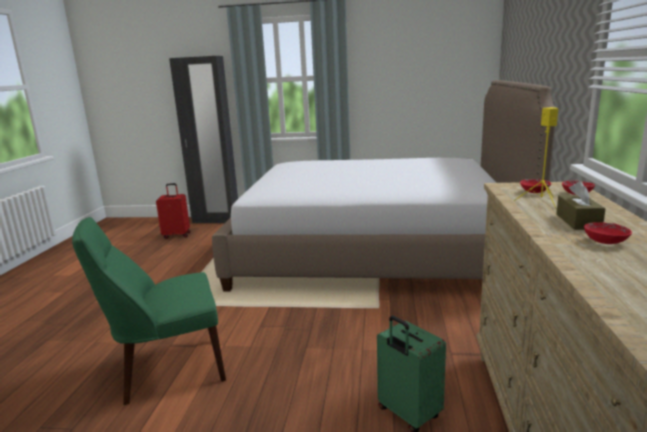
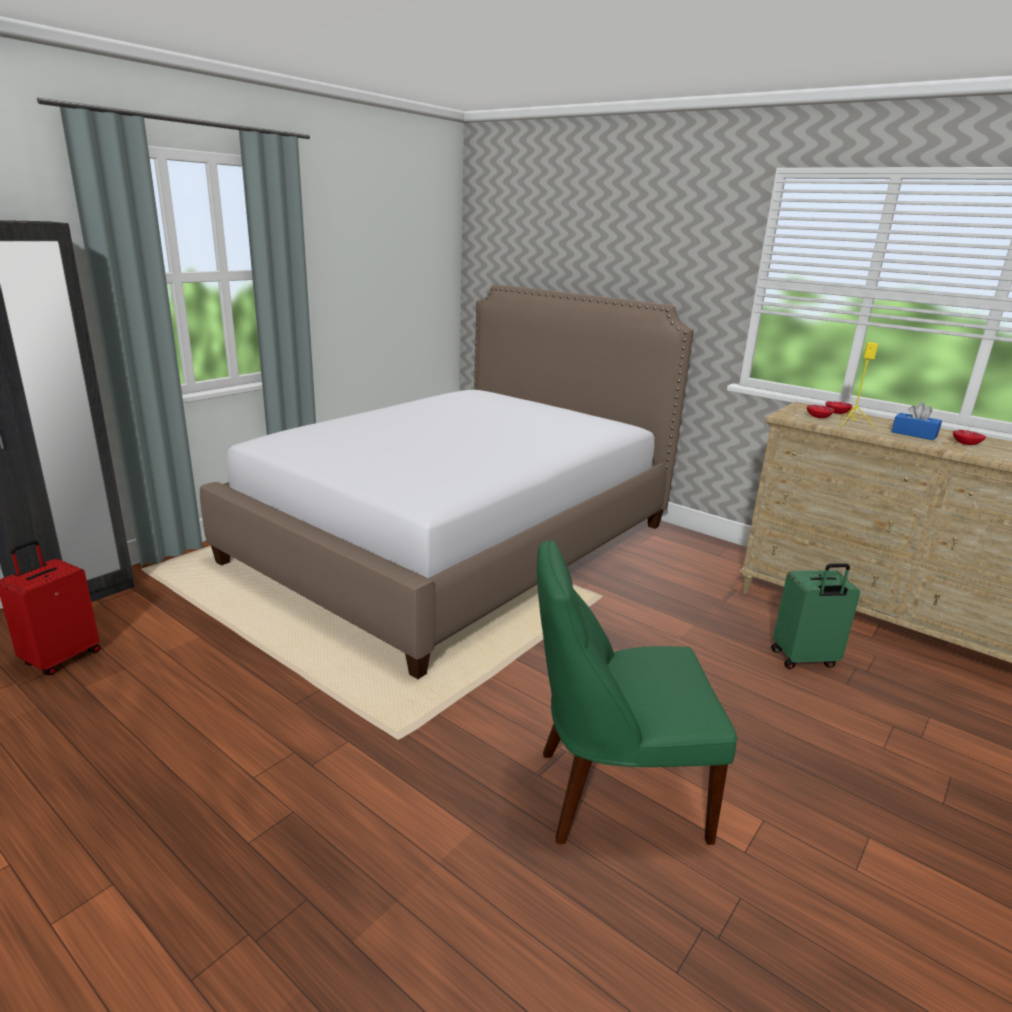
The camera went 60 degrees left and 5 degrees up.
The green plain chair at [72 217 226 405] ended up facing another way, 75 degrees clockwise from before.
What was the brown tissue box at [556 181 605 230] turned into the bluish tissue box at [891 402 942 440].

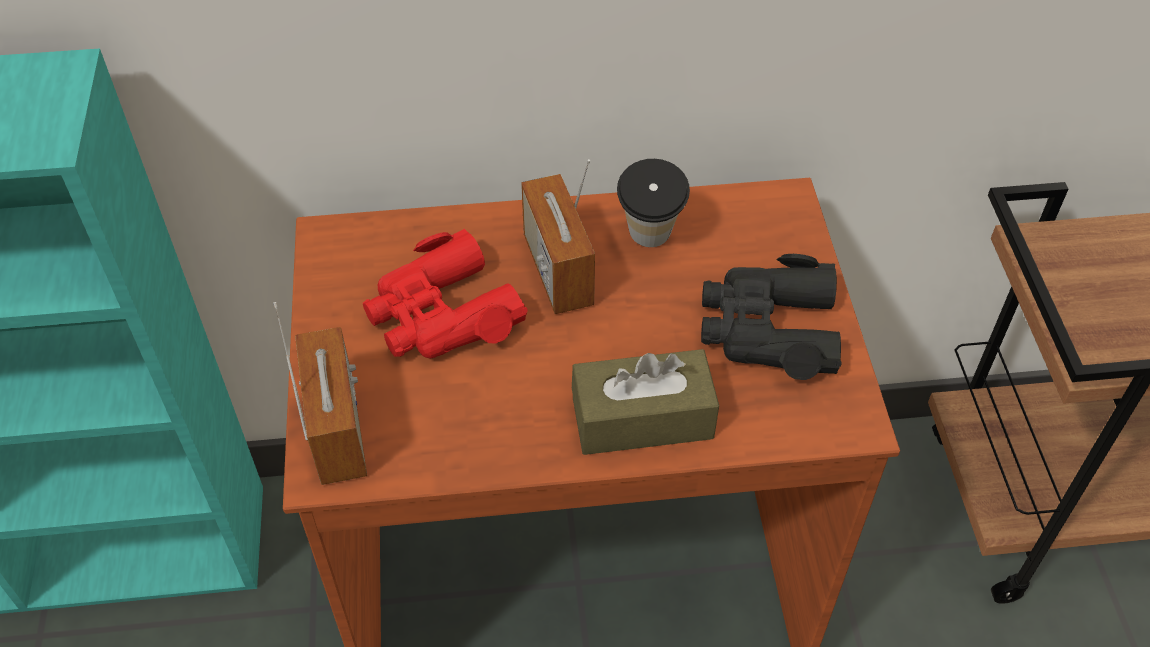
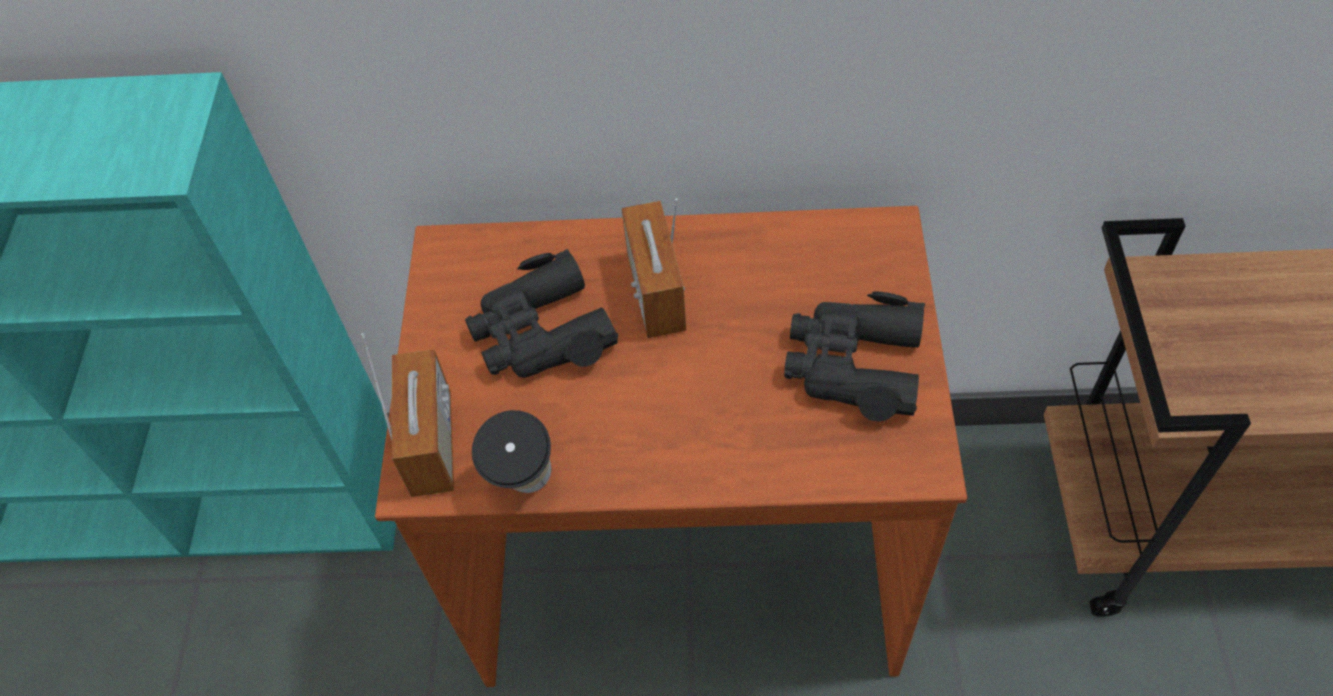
The camera went 10 degrees right and 5 degrees up.
What was the reddish pair of binoculars at [363 229 528 359] turned into the black-coloured pair of binoculars at [465 249 618 378].
The cup ended up elsewhere, having gone from [617 159 690 247] to [472 410 551 493].
The second view lost the brown tissue box at [572 349 719 455].

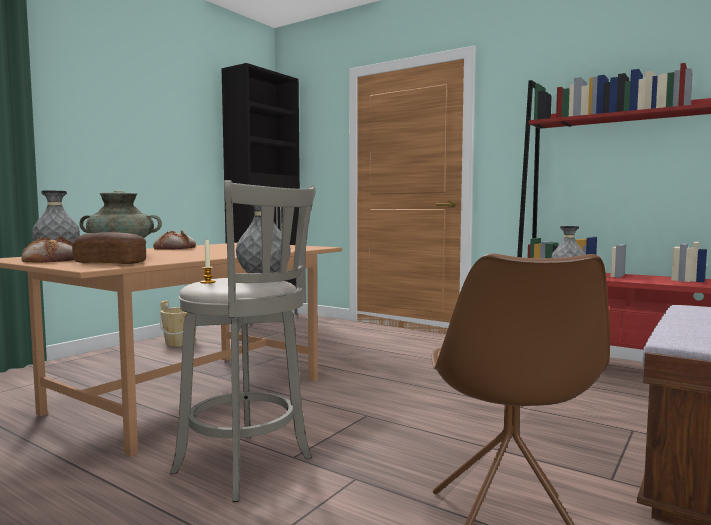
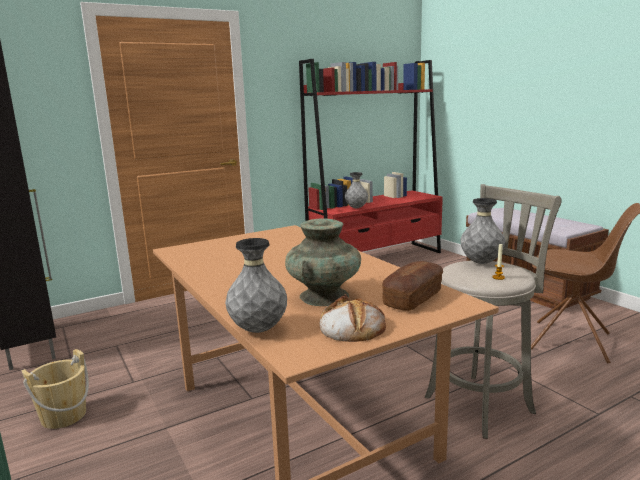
The camera went 65 degrees left and 10 degrees up.
The second view lost the baked bread at [153 230 196 250].

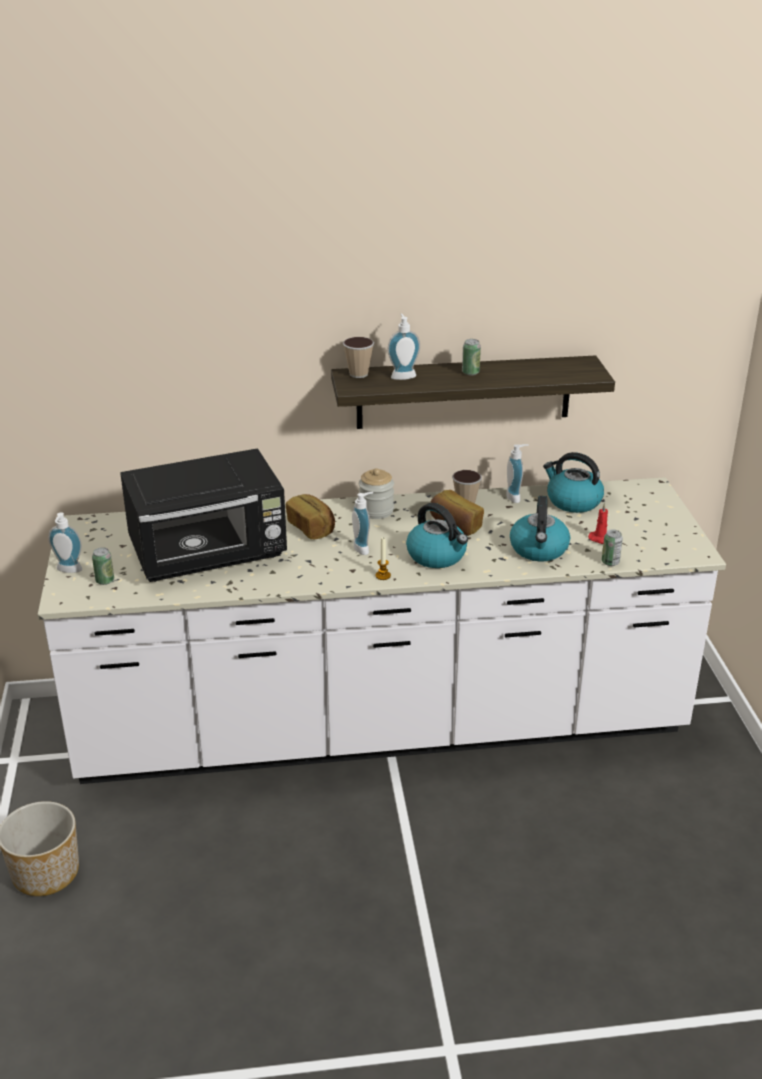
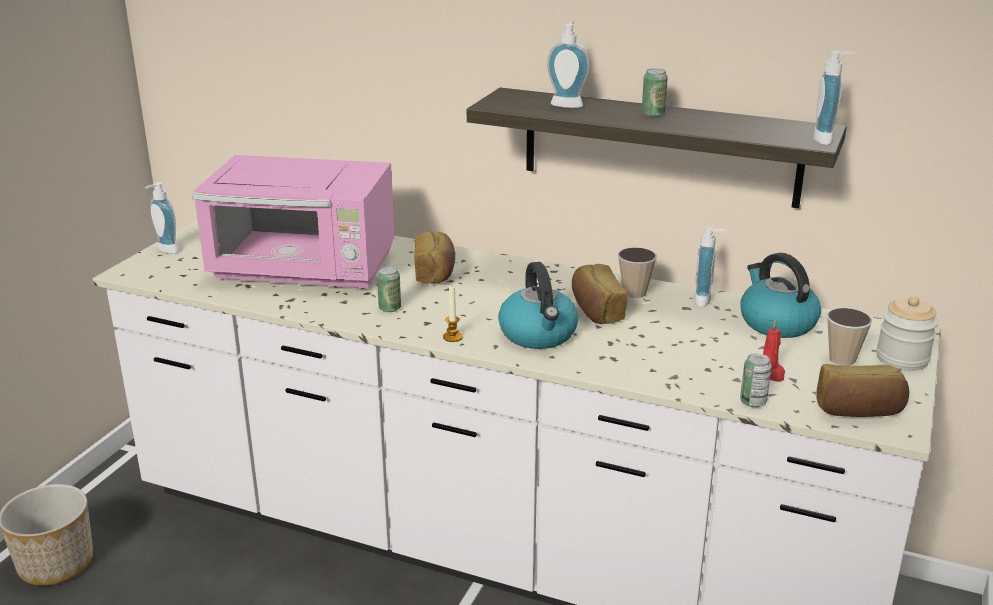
The camera went 30 degrees right and 5 degrees down.
What was the black-coloured kitchen microwave at [120 448 287 582] turned into the pink kitchen microwave at [192 155 395 289].
The sealed can ended up elsewhere, having gone from [92 547 114 585] to [377 266 401 312].
The soap bottle ended up elsewhere, having gone from [352 492 373 555] to [813 51 855 145].
The second view gained the baked bread at [816 364 909 417].
The cup ended up elsewhere, having gone from [343 337 374 378] to [827 308 872 366].
The jar ended up elsewhere, having gone from [359 468 394 519] to [876 296 938 371].
The second view lost the kettle at [510 496 570 561].

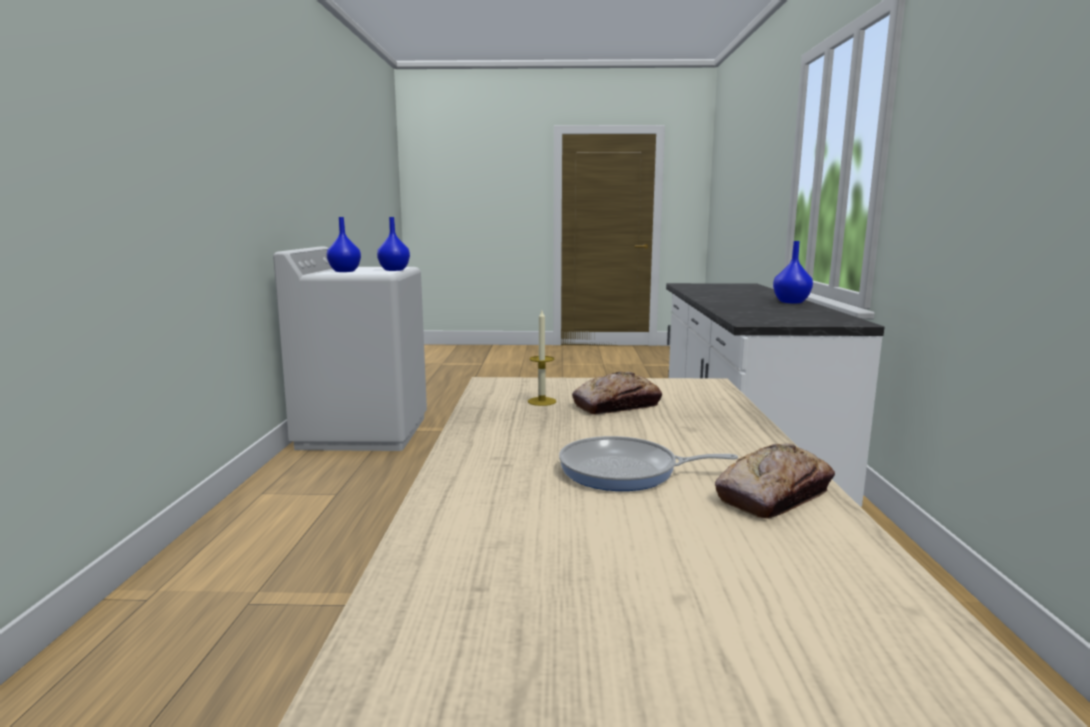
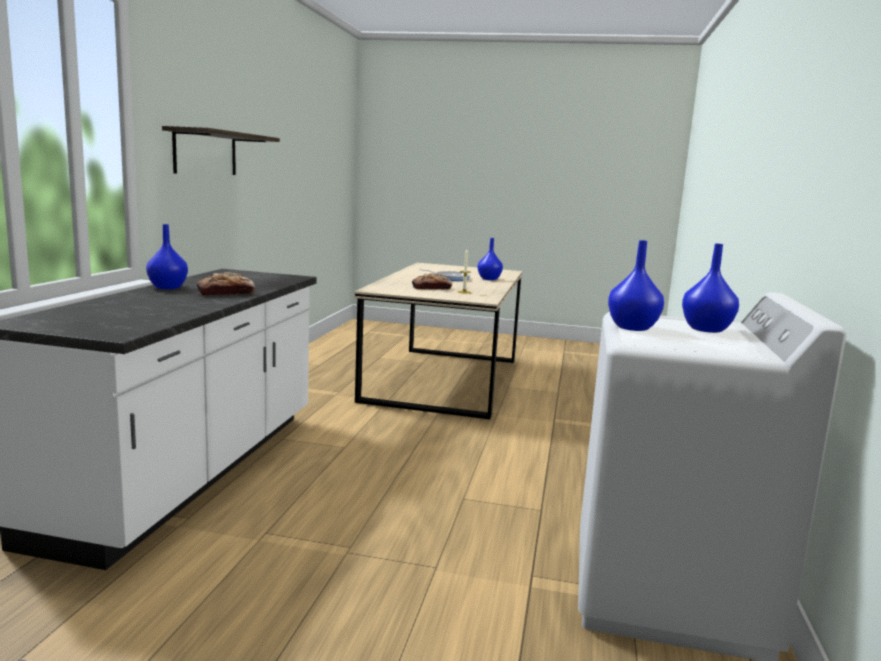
The camera went 170 degrees left and 0 degrees up.
The second view gained the shelf at [162 126 280 175].
The baked bread ended up elsewhere, having gone from [715 443 835 519] to [197 272 255 296].
The second view gained the bluish decorative vase at [478 238 503 280].

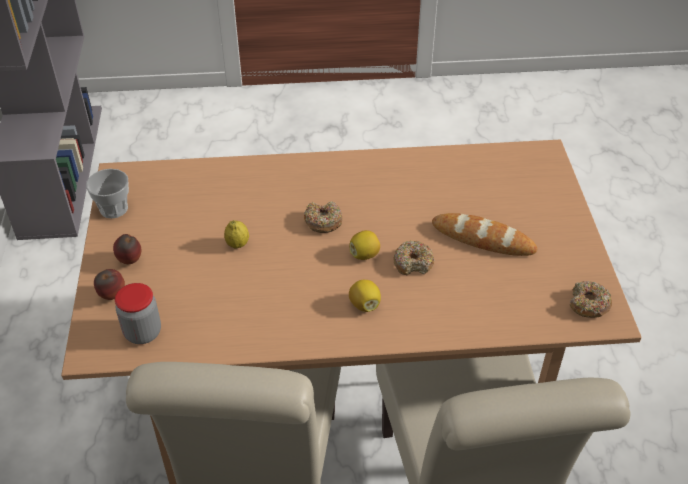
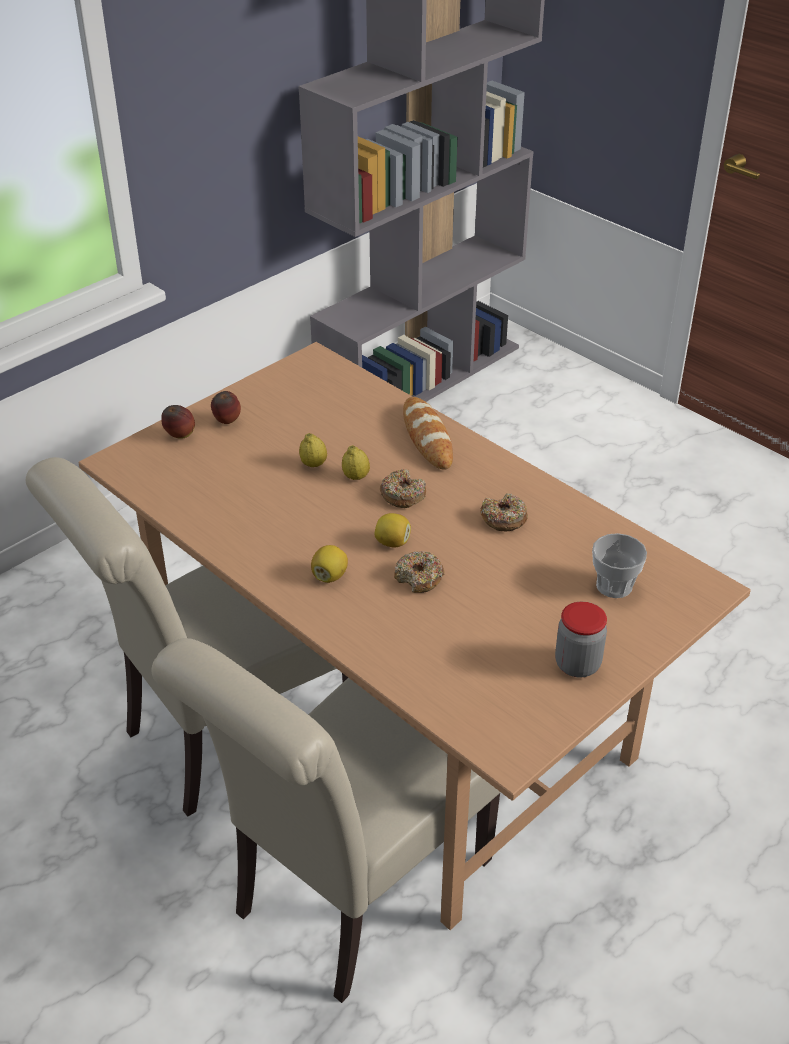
The camera went 50 degrees right and 5 degrees down.
The second view gained the lemon at [342 445 370 480].
The baked bread ended up elsewhere, having gone from [432 213 537 256] to [403 397 453 470].
The ring doughnut ended up elsewhere, having gone from [569 281 612 318] to [480 493 528 531].
The jar ended up elsewhere, having gone from [115 283 161 344] to [555 602 607 677].
The cup ended up elsewhere, having gone from [86 169 129 218] to [592 533 647 598].

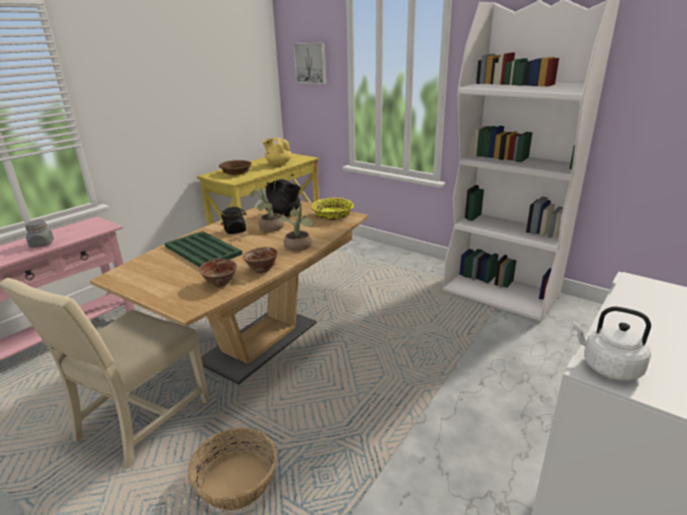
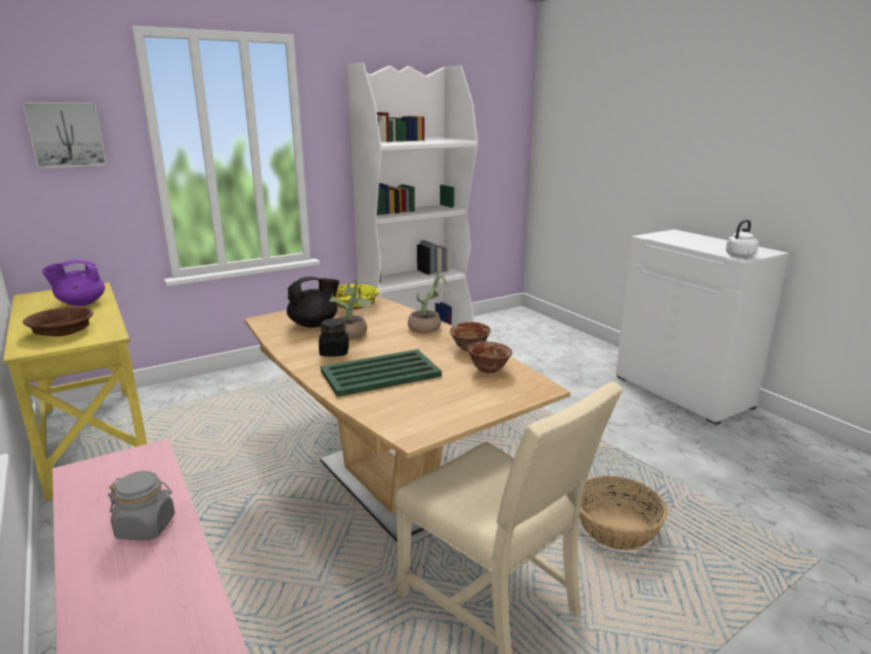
The camera went 70 degrees left and 5 degrees down.
What was the yellowish pot for tea at [262 138 292 165] turned into the purple-coloured pot for tea at [42 259 105 306].

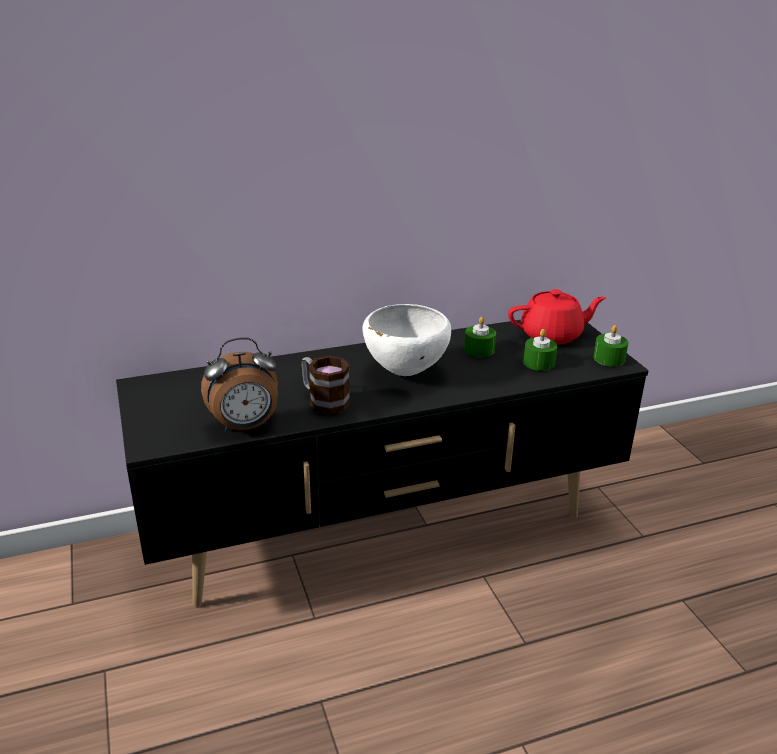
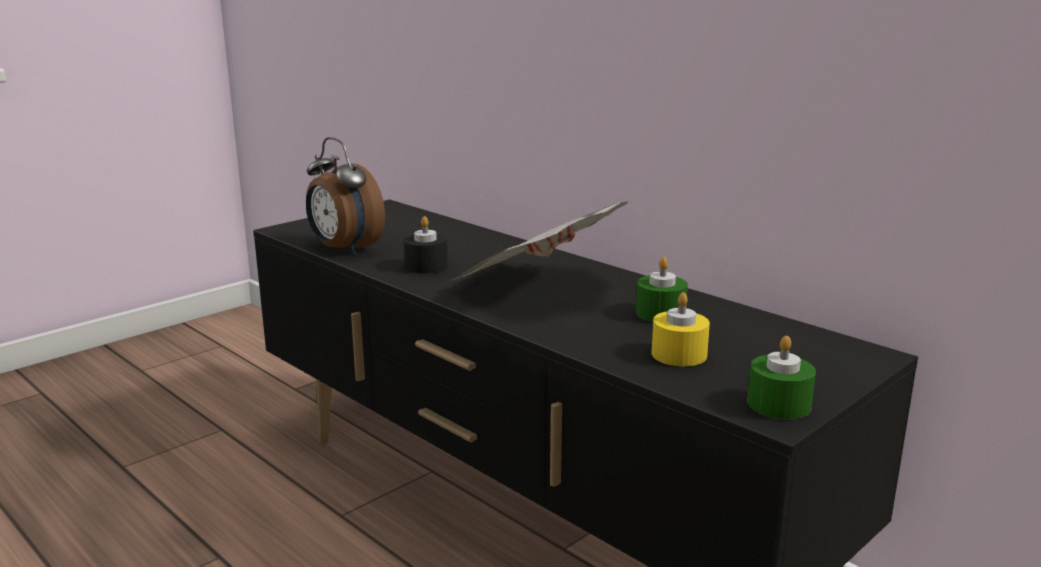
The camera went 65 degrees right and 10 degrees down.
Where the tea mug stood at [301 356 350 415], the black-coloured candle came to stand at [404 216 448 273].
Where the white bowl stood at [362 304 451 376], the printed paper came to stand at [452 201 628 280].
What was the green candle at [523 329 558 371] turned into the yellowish candle at [652 292 710 366].
The second view lost the reddish pot for tea at [508 289 606 345].

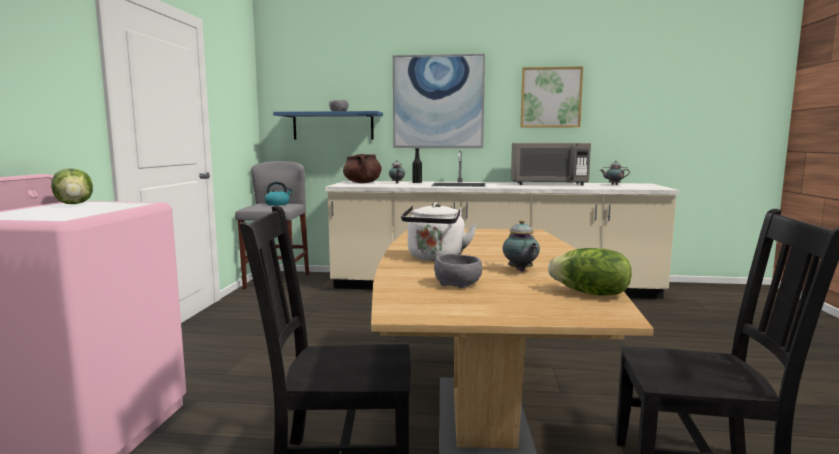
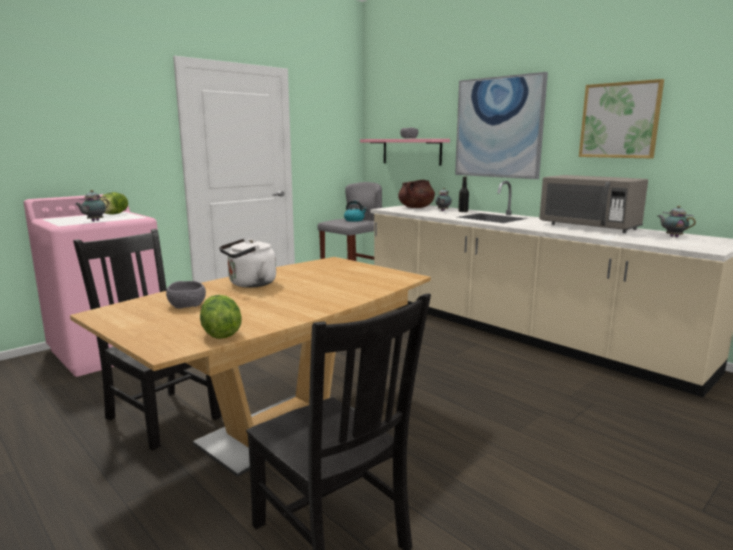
The camera went 40 degrees right and 5 degrees up.
The pot for tea ended up elsewhere, having gone from [503 220 540 272] to [75 190 109 222].
What was the bluish shelf at [273 111 383 140] turned into the pink shelf at [360 139 450 165].

